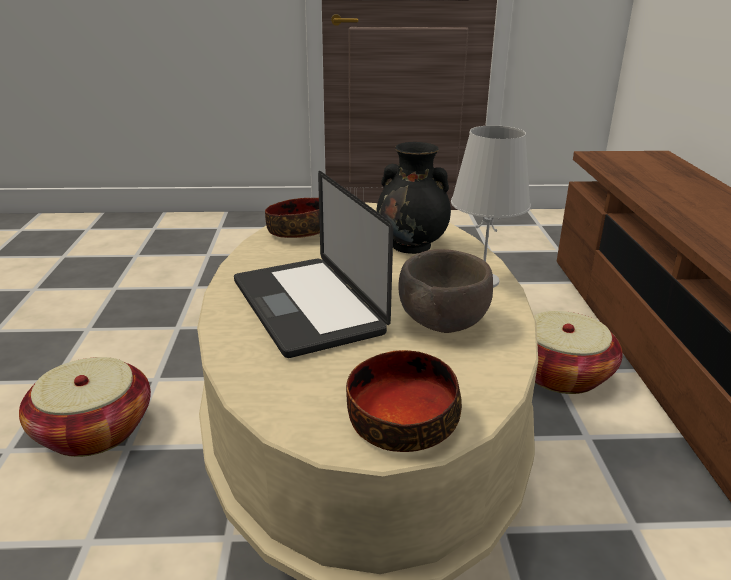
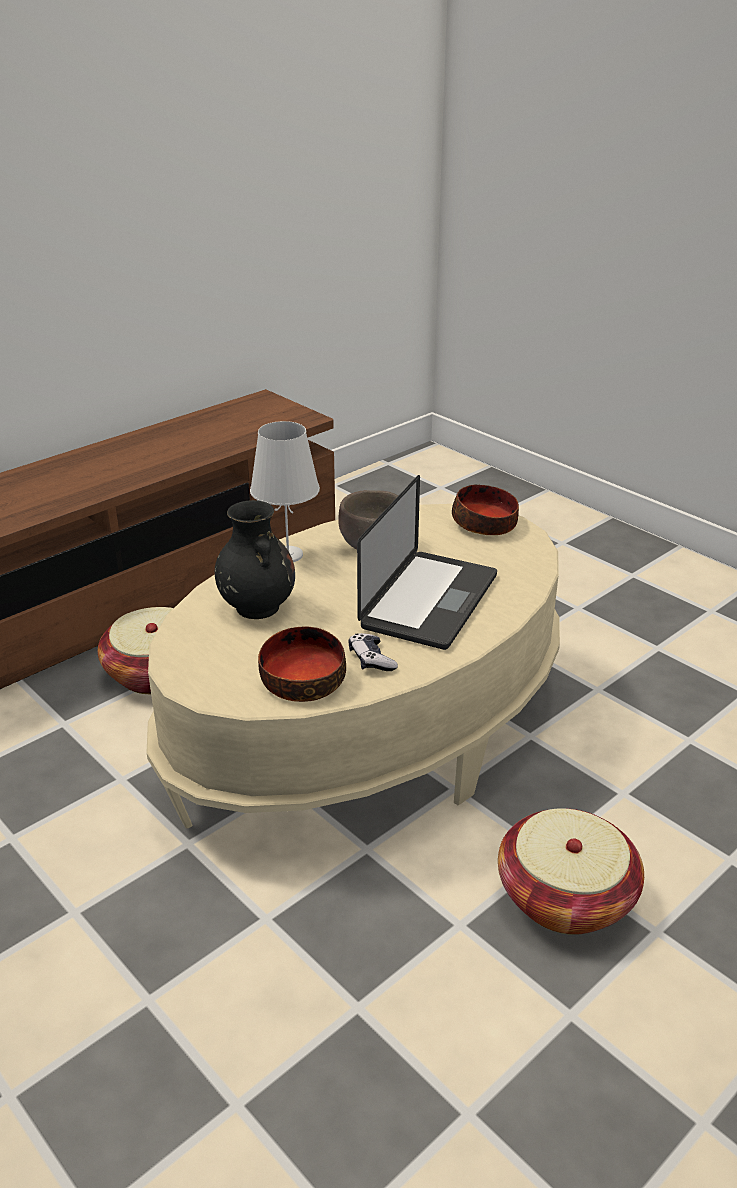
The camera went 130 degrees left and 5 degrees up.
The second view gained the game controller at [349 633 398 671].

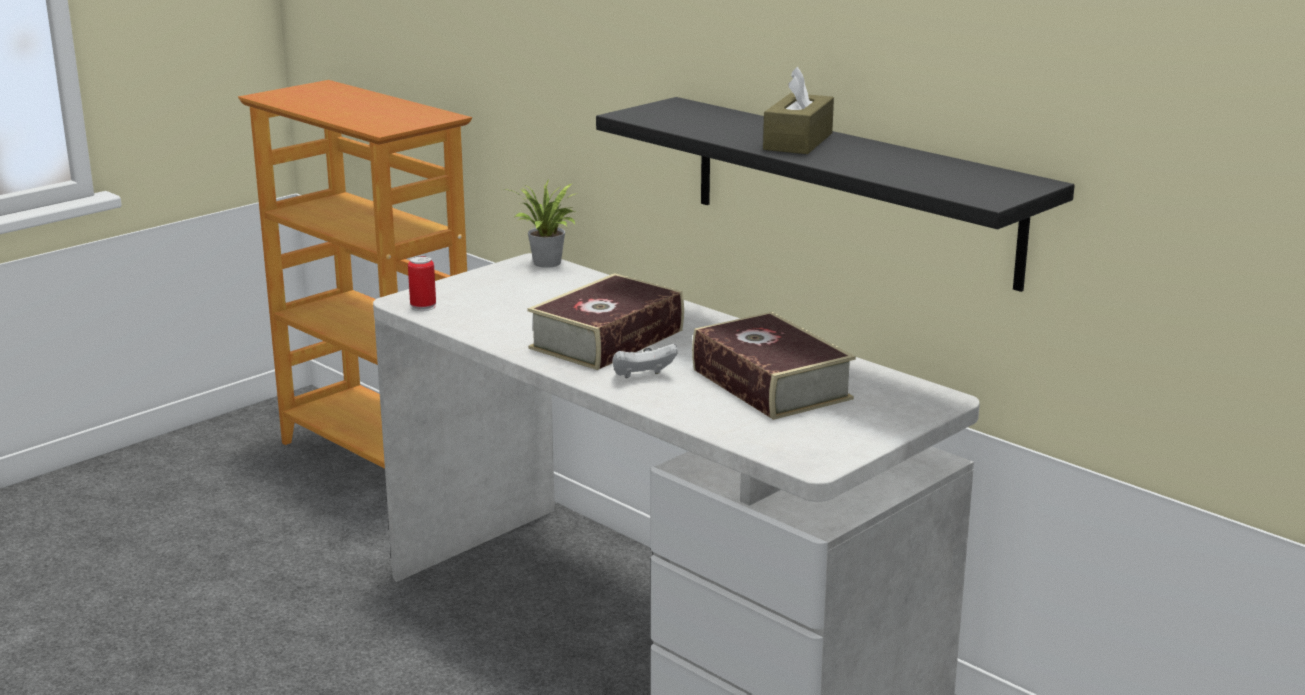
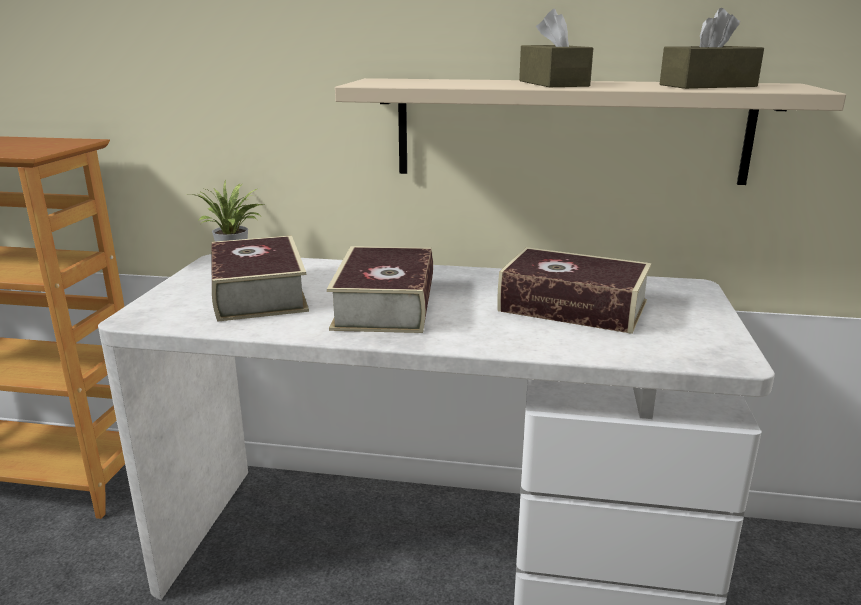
The camera went 35 degrees left and 0 degrees up.
The second view gained the bound book at [211 235 309 322].
What was the black-coloured shelf at [596 97 1075 292] turned into the sand-coloured shelf at [335 78 846 185].
The second view gained the brown tissue box at [660 8 764 89].
The second view lost the sealed can at [408 256 436 311].
The second view lost the white game controller at [612 344 678 378].

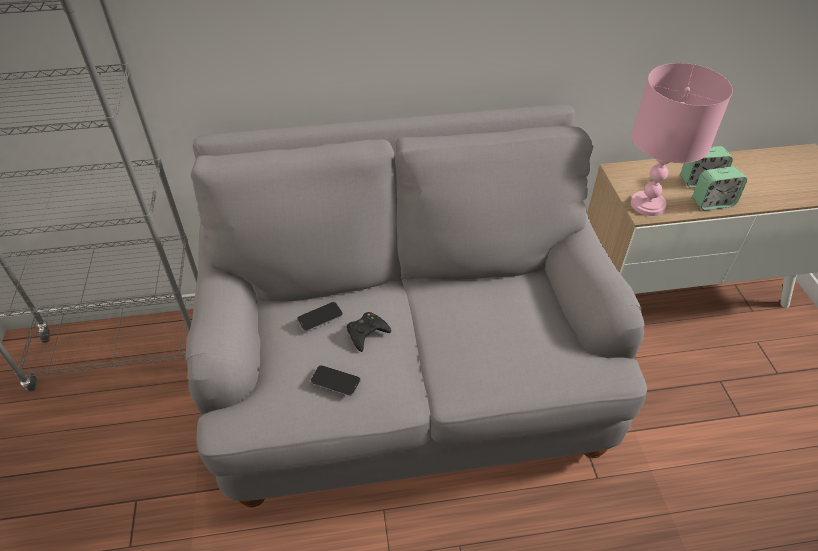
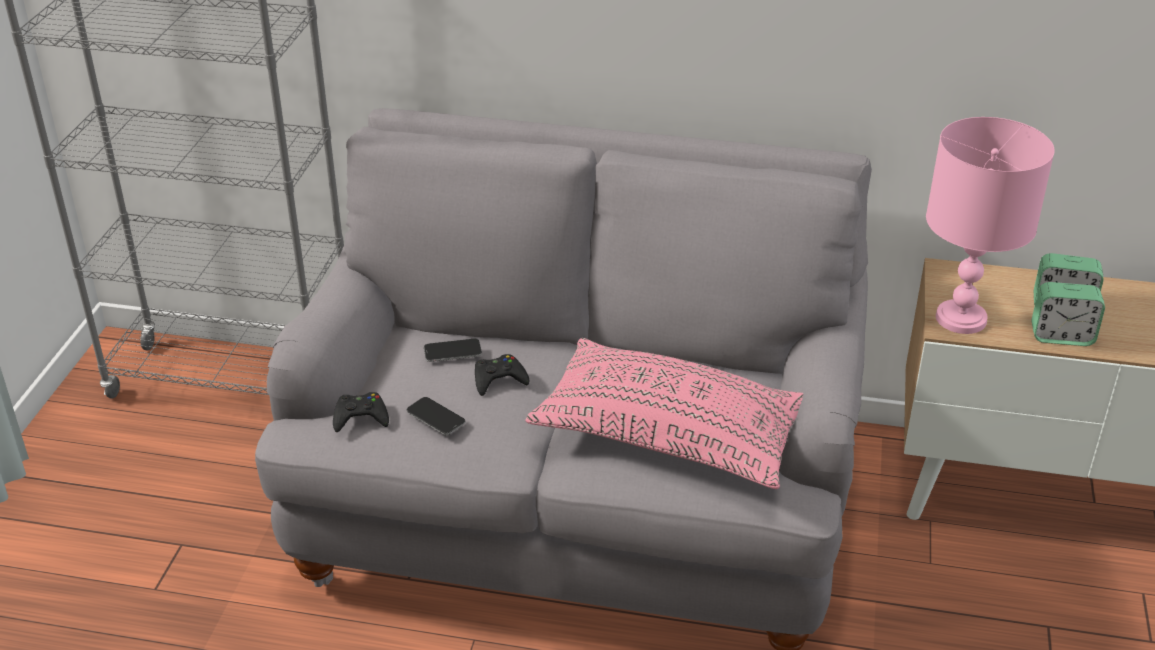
The camera went 20 degrees right and 10 degrees down.
The second view gained the black-coloured game controller at [333 392 389 432].
The second view gained the pink cushion at [525 338 803 489].

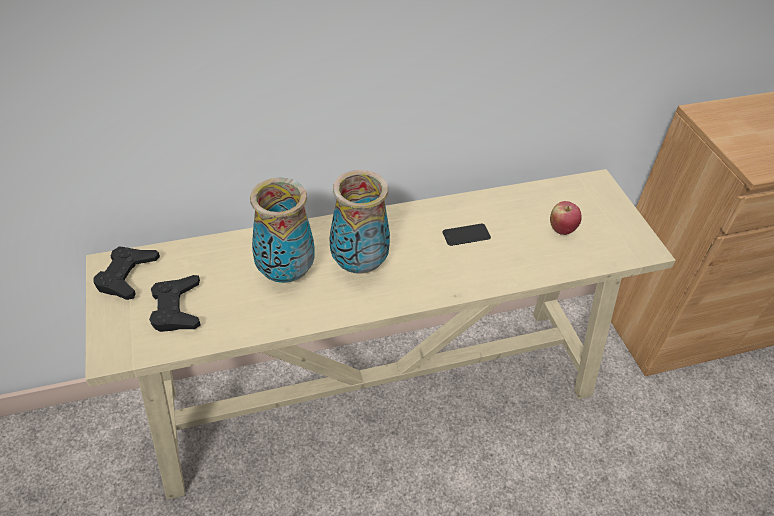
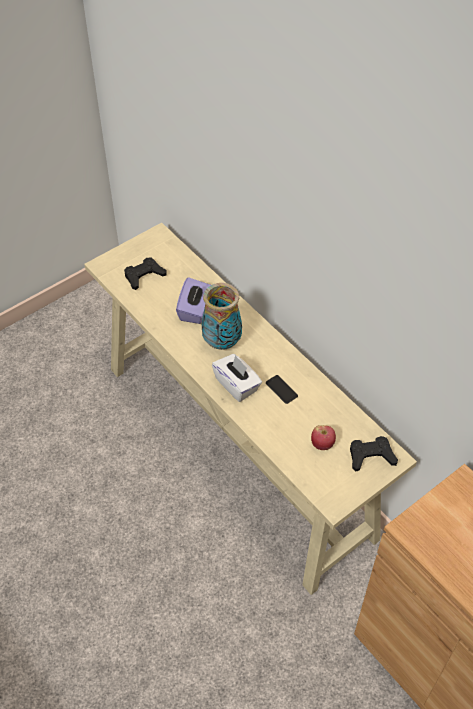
The camera went 70 degrees right and 5 degrees up.
Where the decorative vase stood at [250 177 315 283], the purple-coloured tissue box came to stand at [176 277 211 324].
The second view gained the white tissue box at [212 354 262 402].
The black-coloured game controller ended up elsewhere, having gone from [93 247 160 300] to [350 436 398 471].

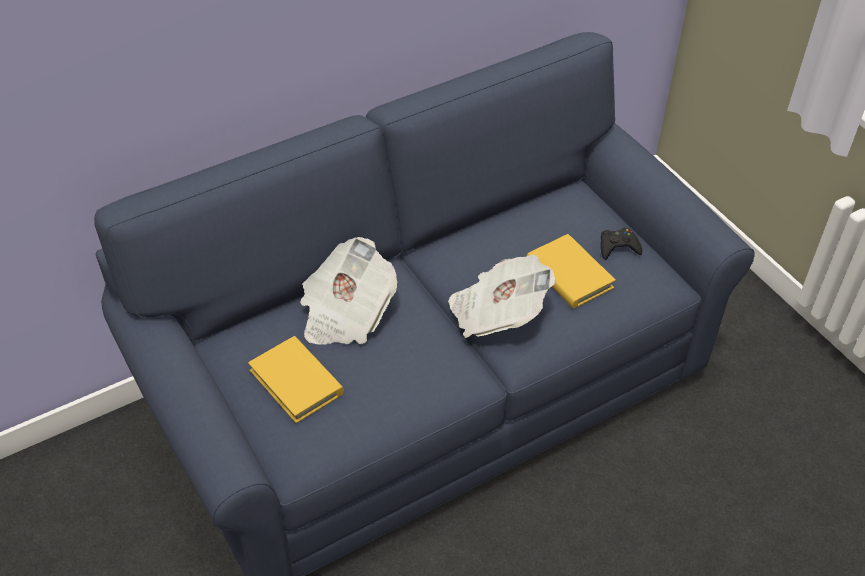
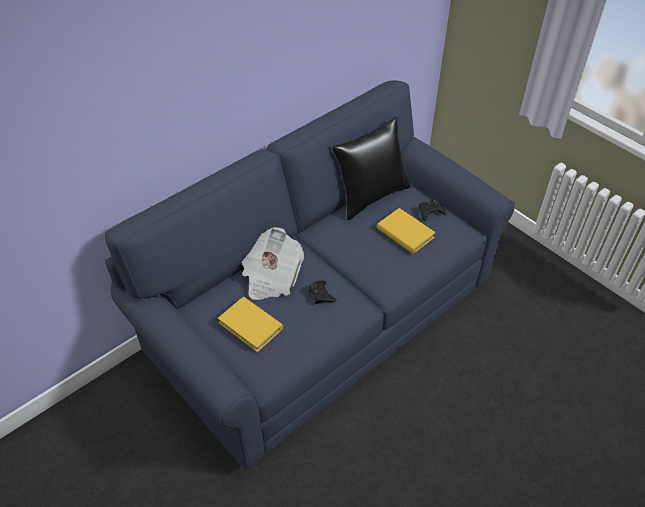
The camera went 10 degrees left and 0 degrees up.
The second view gained the black-coloured game controller at [308 280 336 304].
The second view gained the black-coloured cushion at [332 117 411 220].
The second view lost the printed paper at [448 255 555 338].

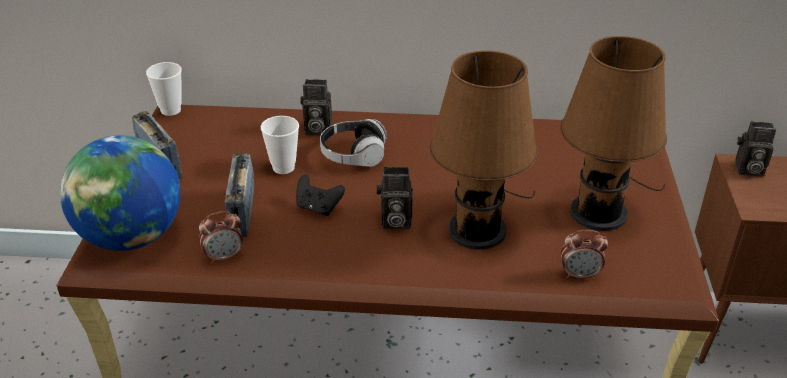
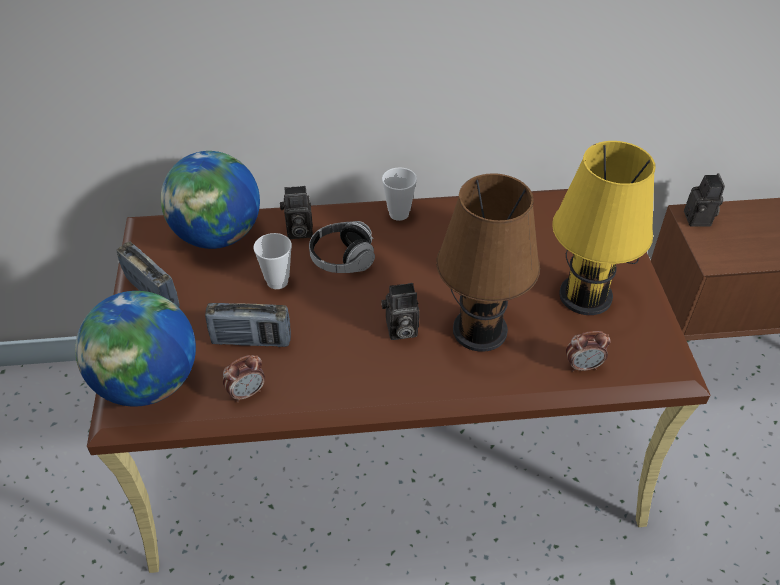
The camera went 10 degrees left and 10 degrees up.
The second view gained the globe at [161 151 260 249].
The radio receiver at [225 153 254 237] ended up facing another way, 75 degrees counterclockwise from before.
The cup ended up elsewhere, having gone from [146 62 182 116] to [382 167 417 221].
What was the brown table lamp at [560 36 667 231] turned into the yellowish table lamp at [552 141 656 315].
The photo camera at [735 121 776 177] ended up facing another way, 90 degrees counterclockwise from before.
The second view lost the black-coloured game controller at [296 174 345 216].

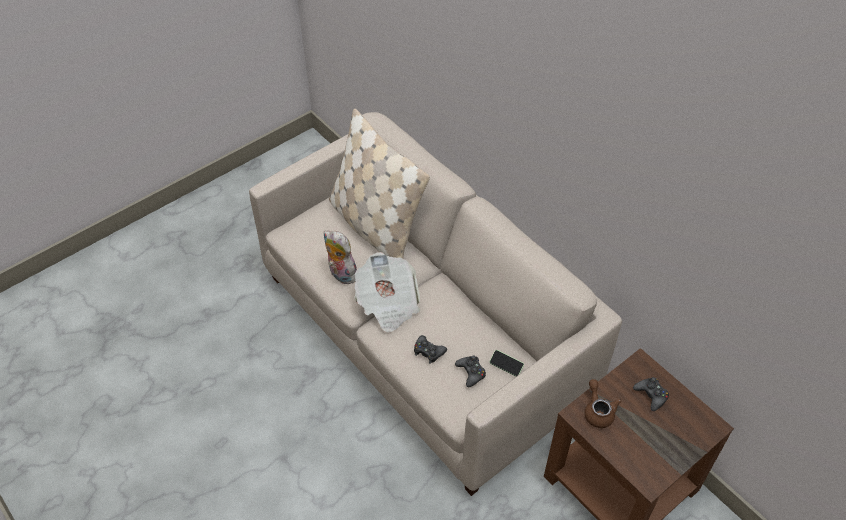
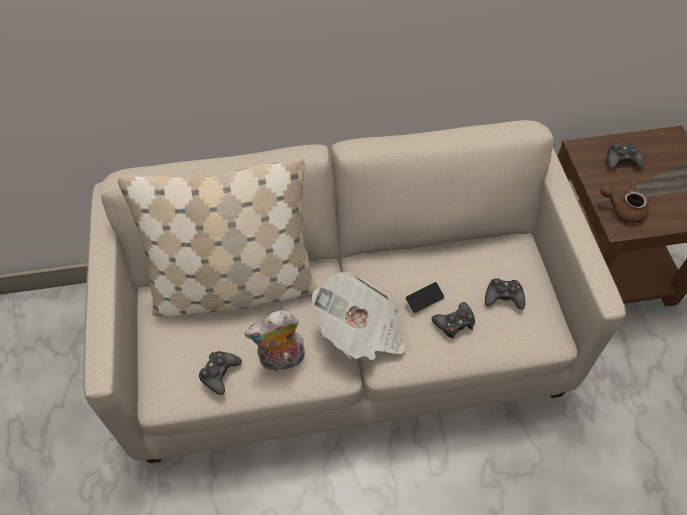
The camera went 60 degrees left and 5 degrees up.
The second view gained the black-coloured game controller at [199 351 242 395].
The handset ended up elsewhere, having gone from [490 350 524 377] to [405 282 445 314].

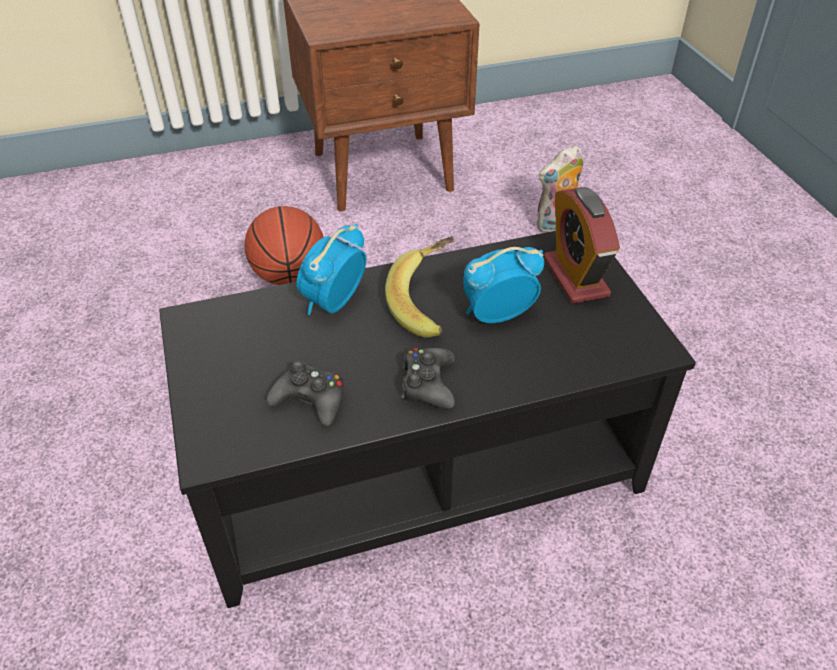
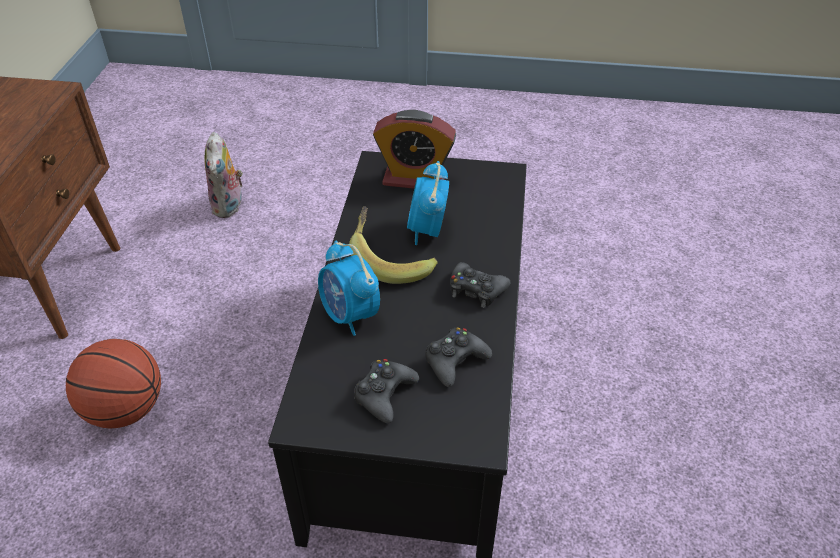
The camera went 65 degrees left and 0 degrees up.
The second view gained the black-coloured game controller at [354 359 419 423].

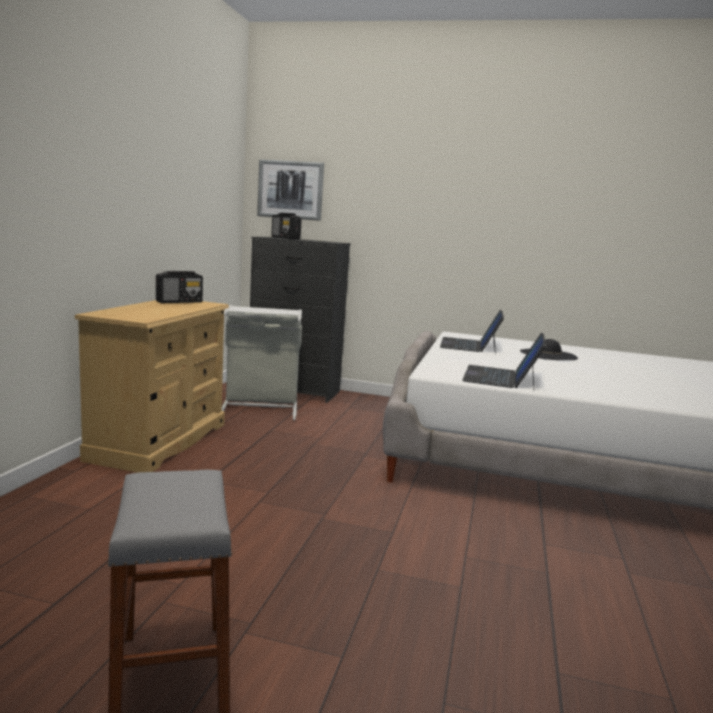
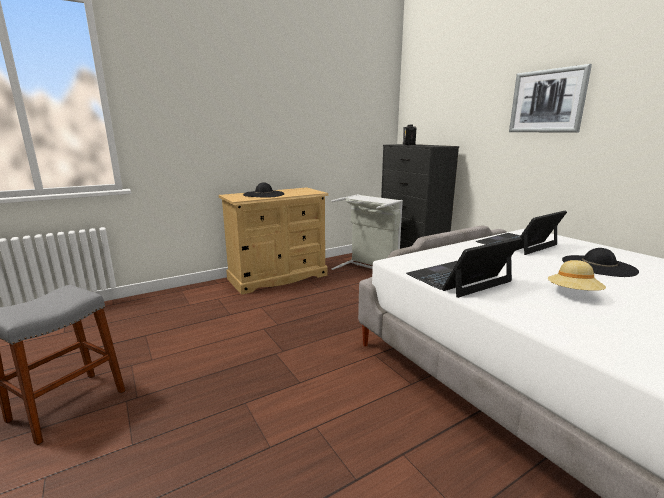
The camera went 45 degrees right and 5 degrees up.
The second view gained the black-coloured clothing hat at [243 182 285 198].
The wall art ended up elsewhere, having gone from [257 159 324 221] to [509 64 592 133].
The second view gained the sand-coloured clothing hat at [548 260 606 291].
The second view lost the radio receiver at [156 271 203 303].

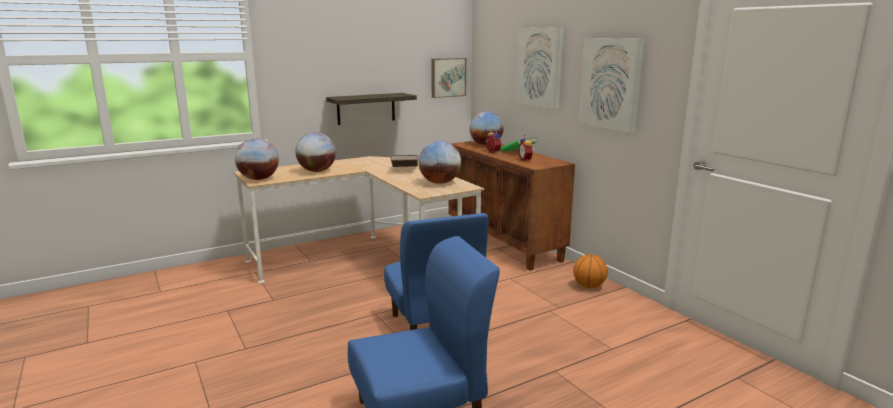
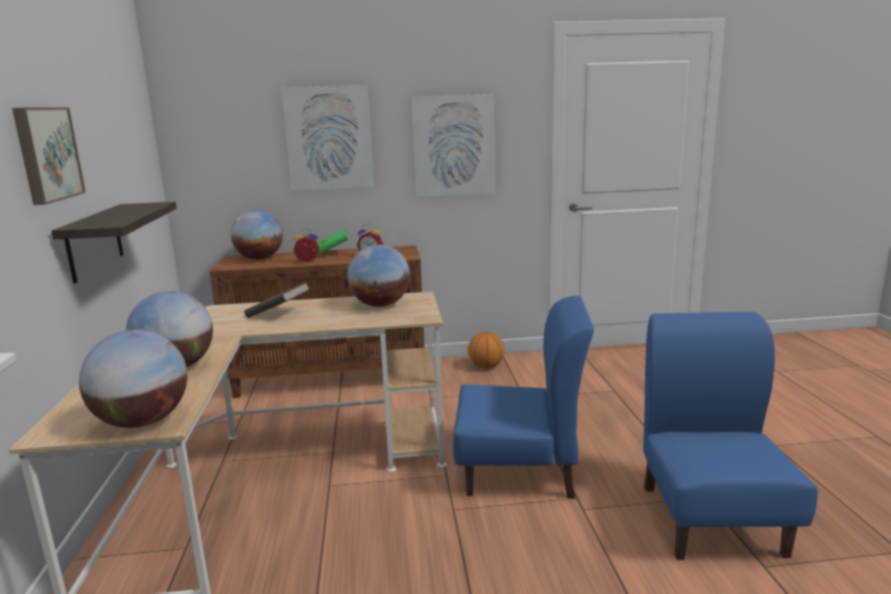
The camera went 65 degrees left and 0 degrees up.
The wall art ended up elsewhere, having gone from [431 58 466 98] to [12 108 86 205].

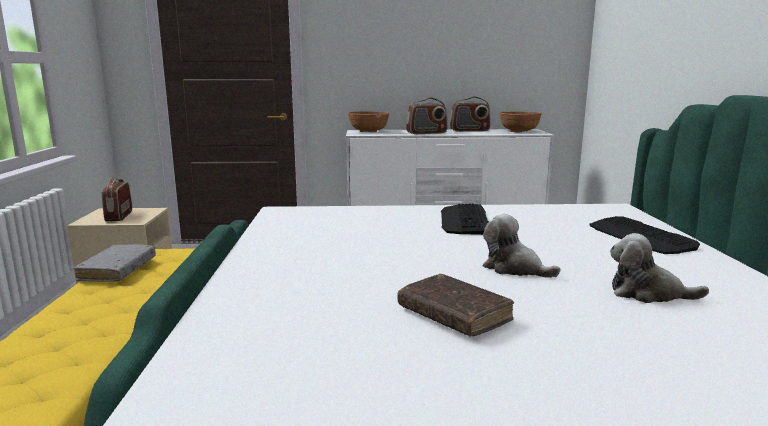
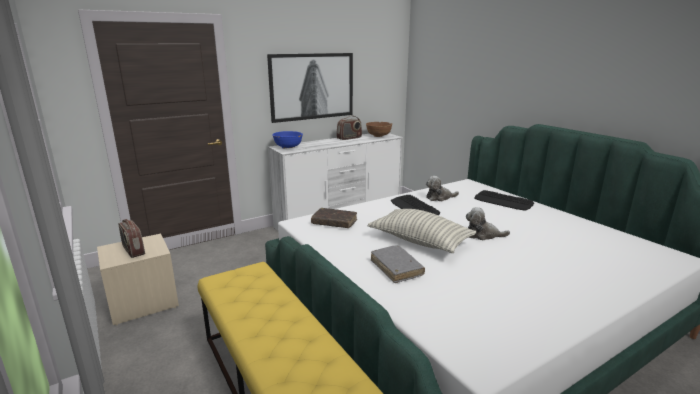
The camera went 30 degrees left and 5 degrees up.
The second view gained the wall art at [267 53 353 123].
What was the brown bowl at [348 111 389 132] turned into the bluish bowl at [272 131 303 148].
The brown bound book ended up elsewhere, having gone from [397 274 514 337] to [311 208 357 228].
The second view gained the cushion at [368 209 476 253].
The grey bound book ended up elsewhere, having gone from [73 245 156 282] to [371 245 425 283].
The plush toy ended up elsewhere, having gone from [610 233 709 303] to [426 176 459 201].
The second view lost the radio receiver at [406 97 448 134].

